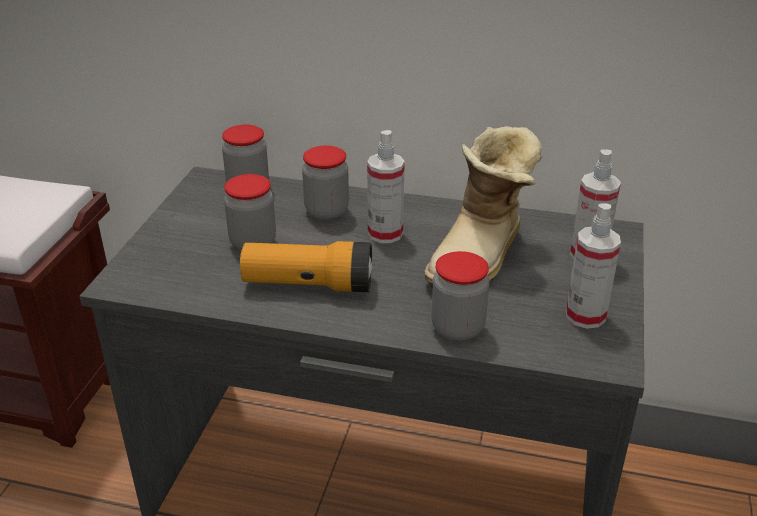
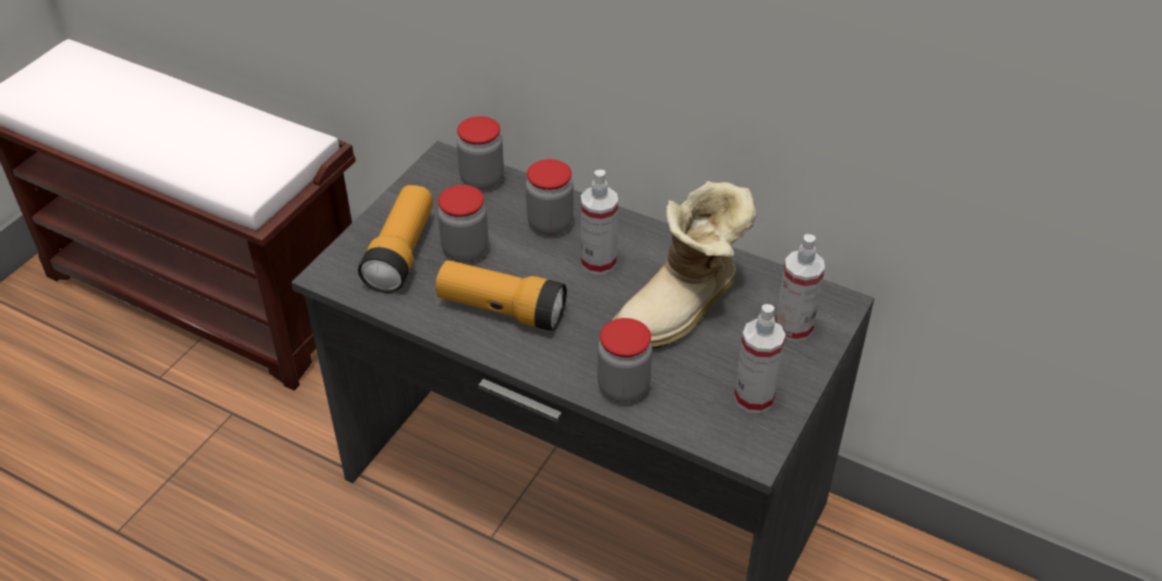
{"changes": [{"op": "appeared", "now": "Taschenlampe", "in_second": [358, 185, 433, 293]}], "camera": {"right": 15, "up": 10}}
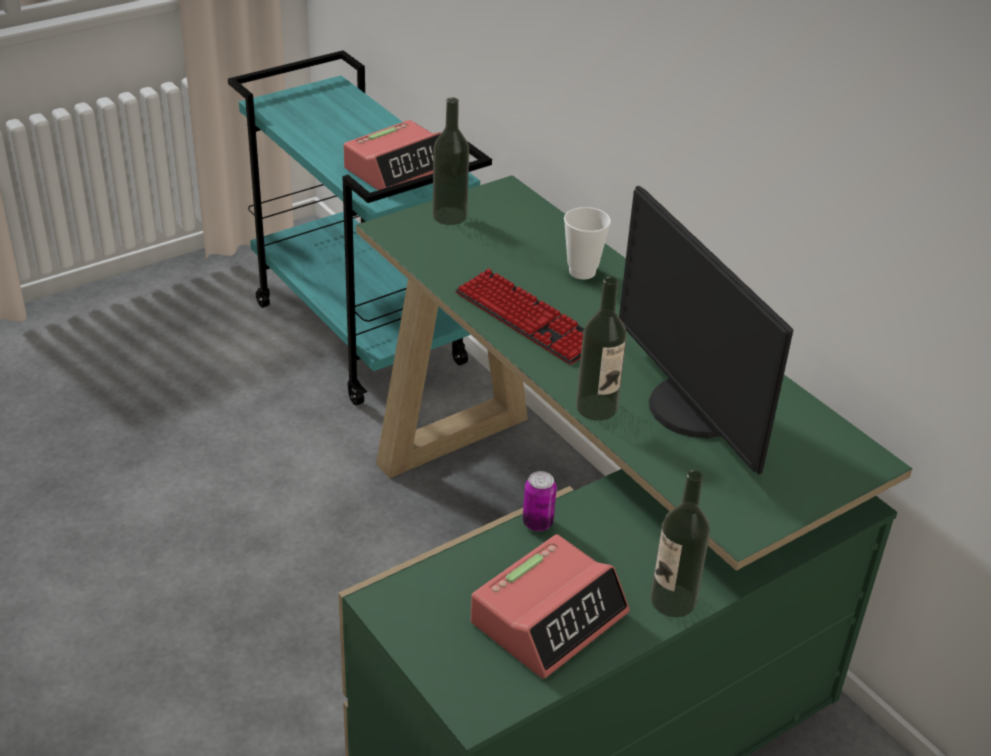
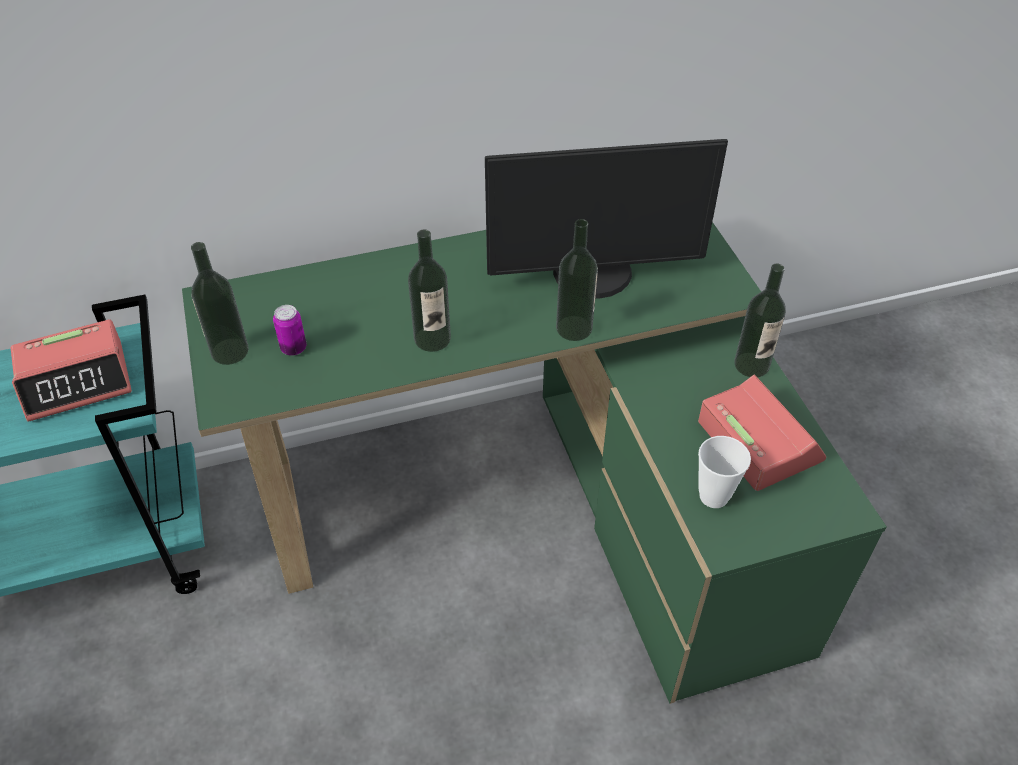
{"changes": [{"op": "spun", "was": "Wecker", "in_first": [343, 120, 441, 190], "in_second": [11, 320, 132, 422], "clockwise": 90}, {"op": "exchanged", "was": "Tastatur", "now": "Flasche", "in_first": [455, 268, 584, 364], "in_second": [408, 229, 451, 352]}, {"op": "relocated", "was": "Dose", "in_first": [523, 471, 557, 531], "in_second": [273, 305, 306, 356]}, {"op": "relocated", "was": "Tasse", "in_first": [564, 207, 611, 280], "in_second": [698, 436, 751, 508]}], "camera": {"right": -70, "up": 10}}
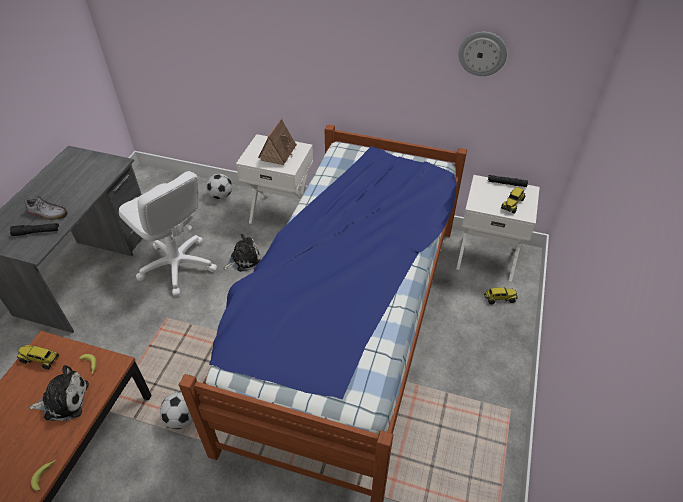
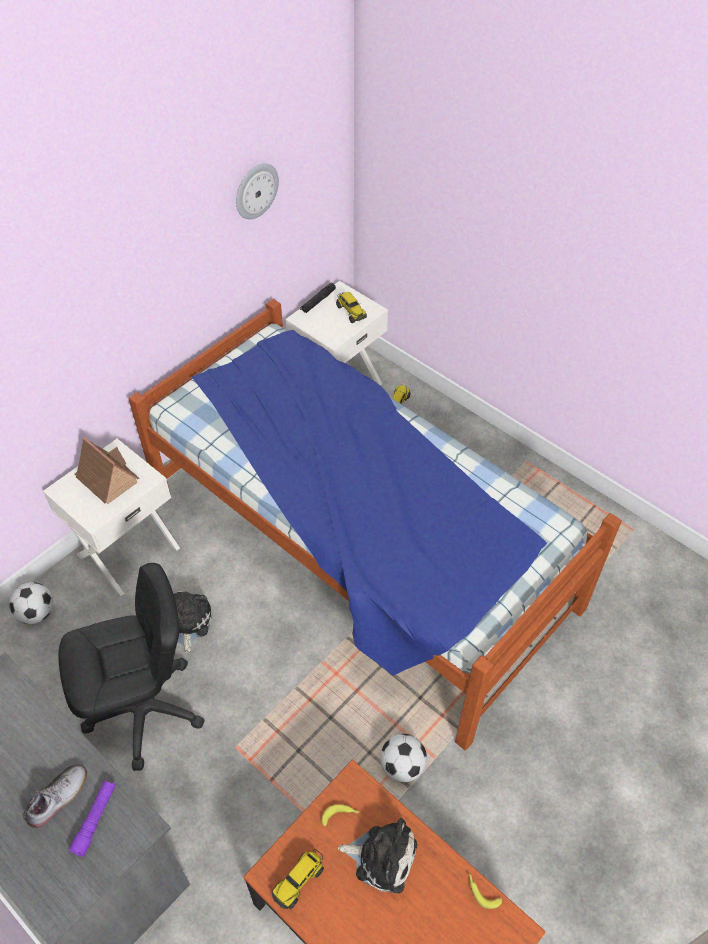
{"changes": [{"op": "colour", "was": "Taschenlampe/schwarz", "now": "Taschenlampe/lila", "in_first": [10, 223, 59, 236], "in_second": [69, 779, 116, 857]}, {"op": "spun", "was": "Plüschtier", "in_first": [28, 365, 89, 421], "in_second": [338, 818, 417, 893], "clockwise": 90}, {"op": "colour", "was": "Bürostuhl/weiß", "now": "Bürostuhl/schwarz", "in_first": [119, 171, 217, 296], "in_second": [58, 563, 205, 771]}], "camera": {"right": -65, "up": 5}}
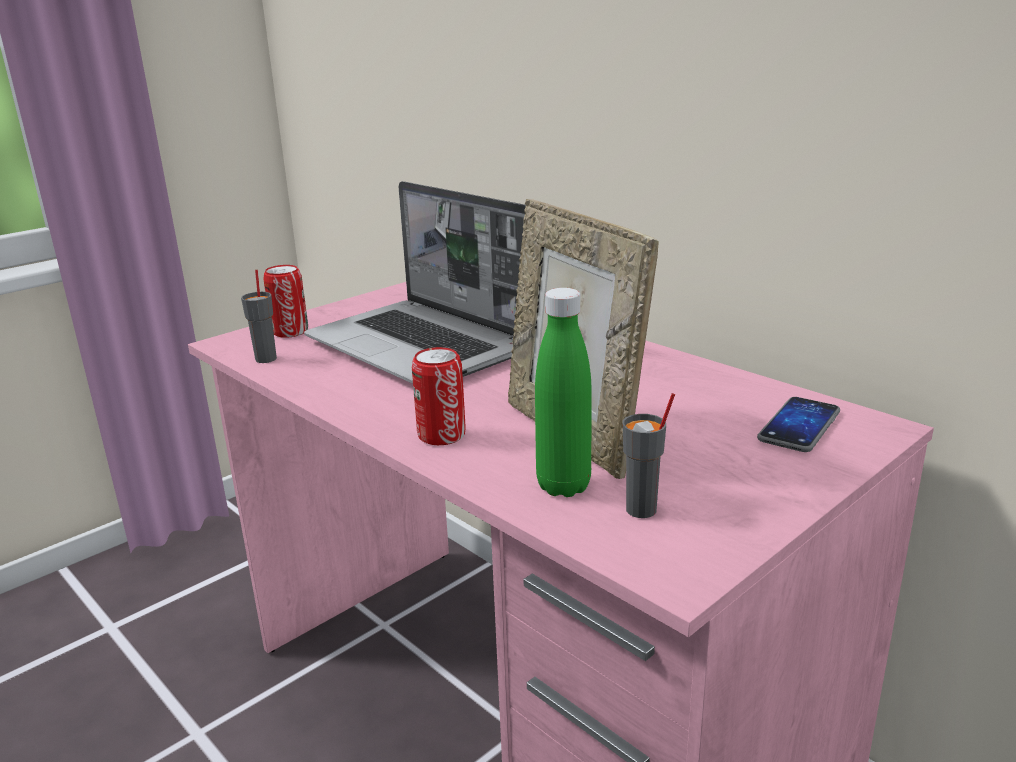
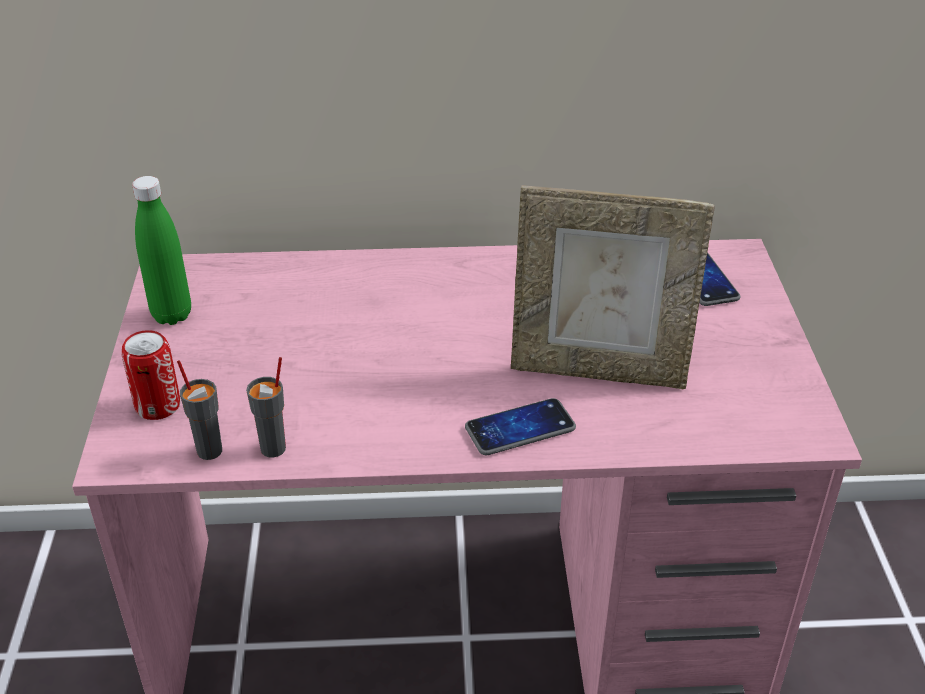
{"changes": [{"op": "missing", "was": "Laptop", "in_first": [304, 181, 526, 384]}, {"op": "exchanged", "was": "Dose", "now": "Handy", "in_first": [412, 347, 466, 445], "in_second": [465, 398, 576, 455]}, {"op": "relocated", "was": "Flasche/grün", "in_first": [535, 288, 592, 497], "in_second": [132, 176, 191, 325]}, {"op": "relocated", "was": "Tasse/grau", "in_first": [623, 393, 675, 518], "in_second": [246, 357, 286, 458]}], "camera": {"right": -50, "up": 15}}
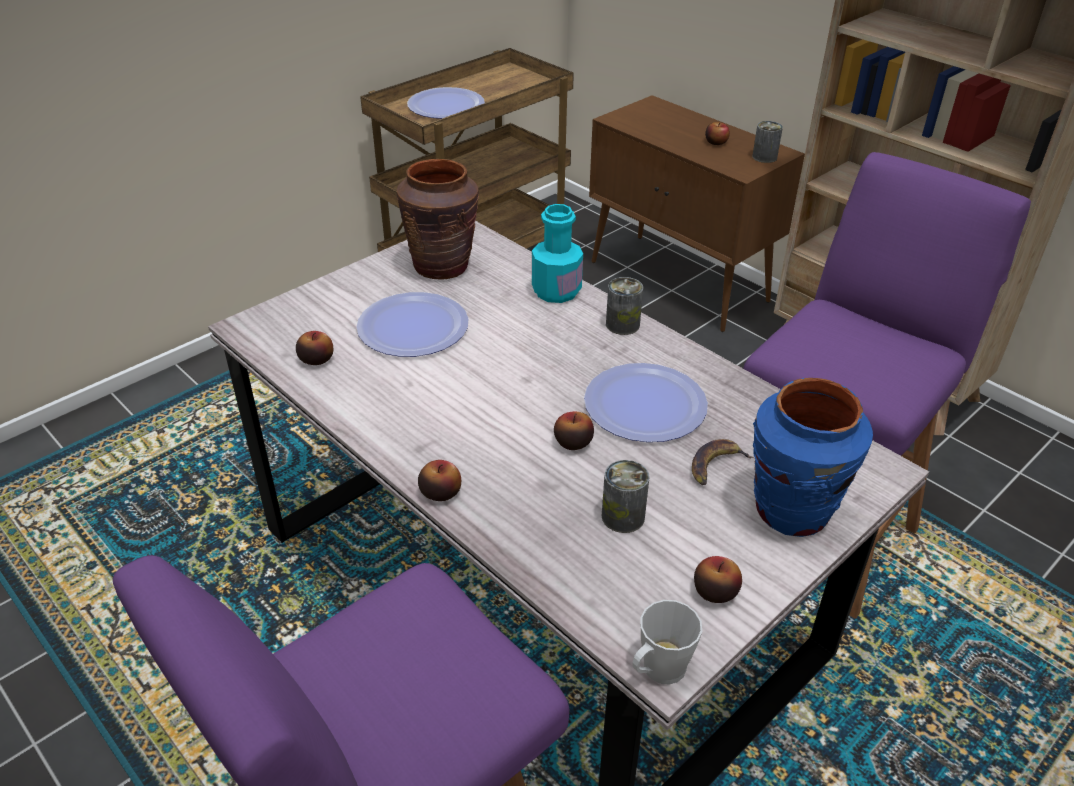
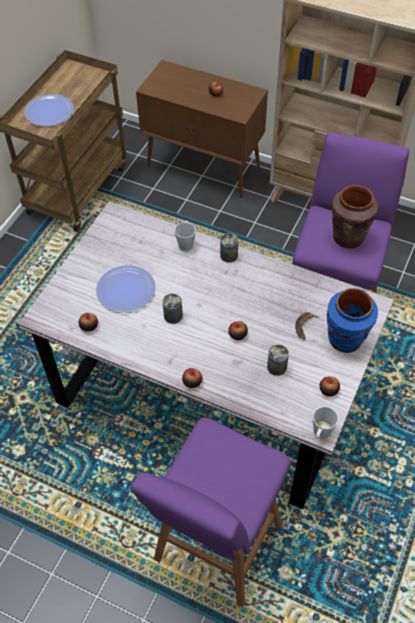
{"changes": [{"op": "relocated", "was": "Vase/braun", "in_first": [397, 159, 479, 280], "in_second": [332, 185, 378, 249]}, {"op": "exchanged", "was": "Flasche/türkis", "now": "Henkelbecher/grau", "in_first": [532, 204, 583, 303], "in_second": [175, 221, 196, 251]}, {"op": "missing", "was": "Teller", "in_first": [584, 363, 708, 442]}, {"op": "relocated", "was": "Dose", "in_first": [752, 121, 783, 163], "in_second": [162, 293, 183, 324]}], "camera": {"right": -20, "up": 15}}
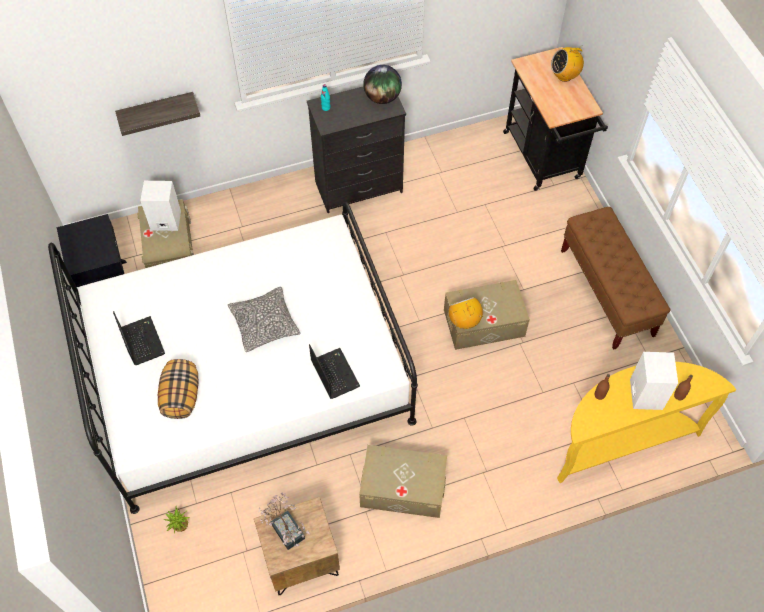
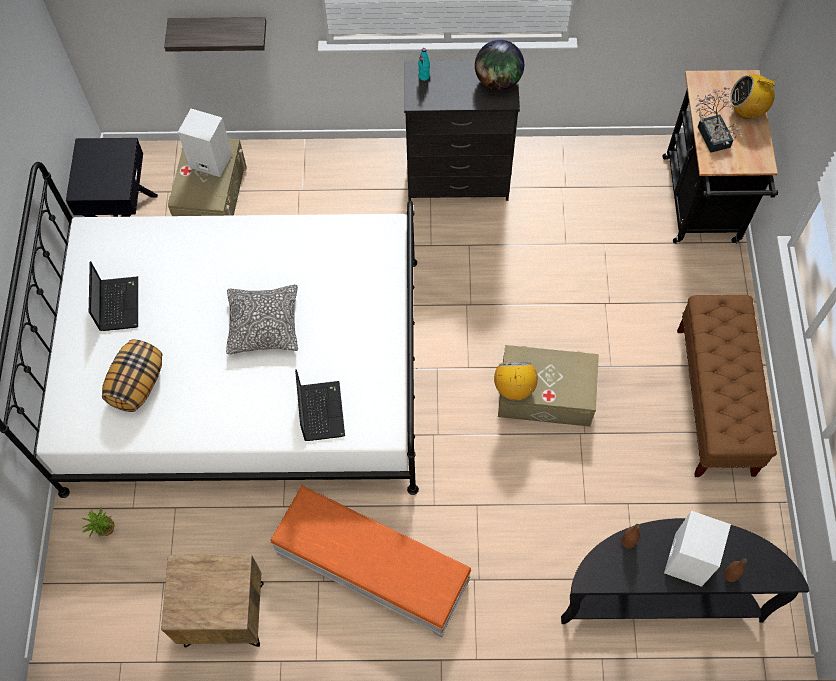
{"changes": [{"op": "relocated", "was": "Topfpflanze", "in_first": [258, 493, 310, 550], "in_second": [695, 87, 743, 153]}, {"op": "exchanged", "was": "Aufbewahrungsbox/beige", "now": "Polsterhocker/orange", "in_first": [359, 445, 447, 518], "in_second": [270, 486, 472, 638]}, {"op": "colour", "was": "Konsolentisch/gelb", "now": "Konsolentisch/schwarz", "in_first": [557, 362, 736, 483], "in_second": [561, 518, 809, 624]}], "camera": {"right": 20, "up": 5}}
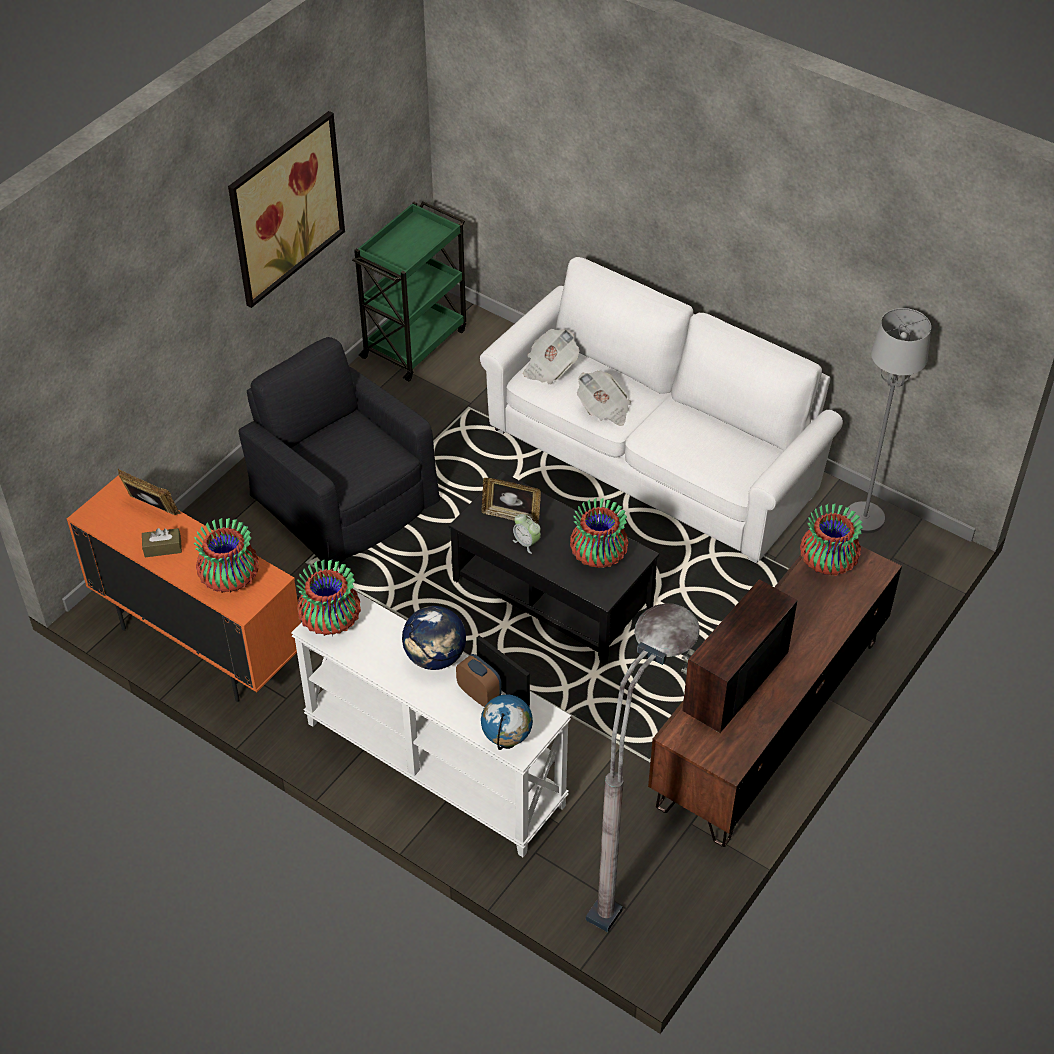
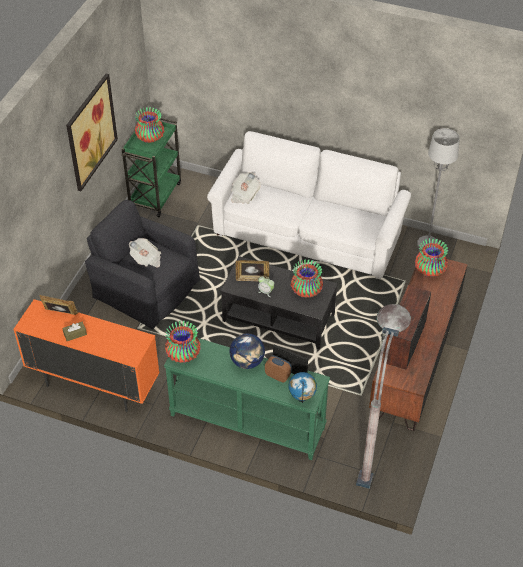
{"changes": [{"op": "relocated", "was": "Vase", "in_first": [194, 518, 259, 593], "in_second": [135, 107, 164, 143]}, {"op": "colour", "was": "Konsolentisch/weiß", "now": "Konsolentisch/grün", "in_first": [291, 592, 571, 857], "in_second": [164, 338, 330, 460]}, {"op": "relocated", "was": "Zeitung", "in_first": [577, 371, 631, 426], "in_second": [129, 238, 161, 267]}], "camera": {"right": -15, "up": 0}}
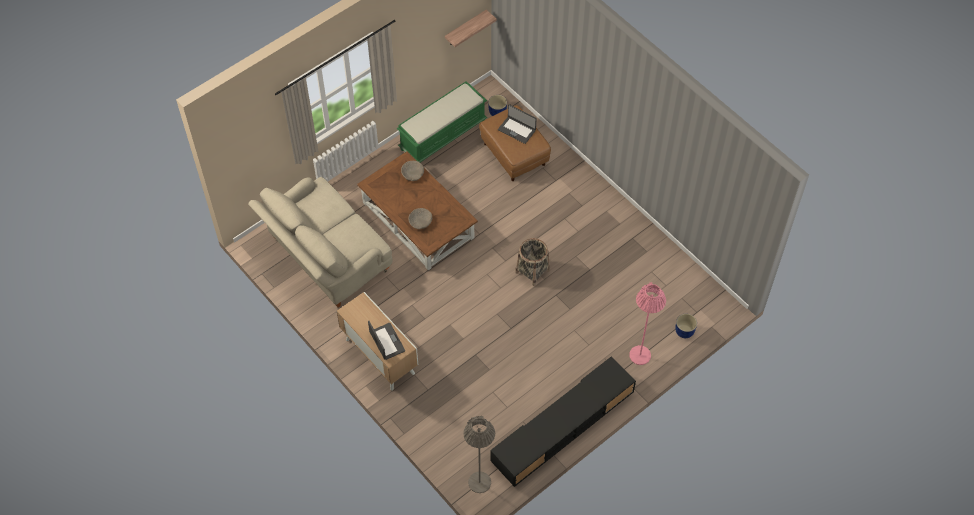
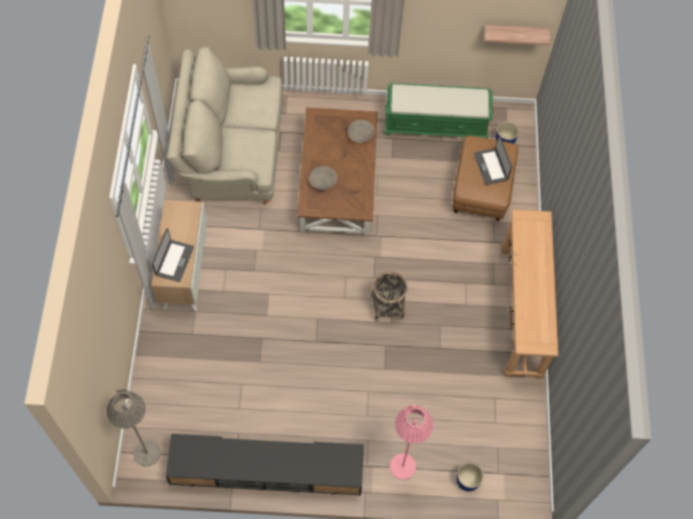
{"changes": [{"op": "appeared", "now": "Konsolentisch/braun", "in_second": [502, 209, 559, 379]}], "camera": {"right": 40, "up": 5}}
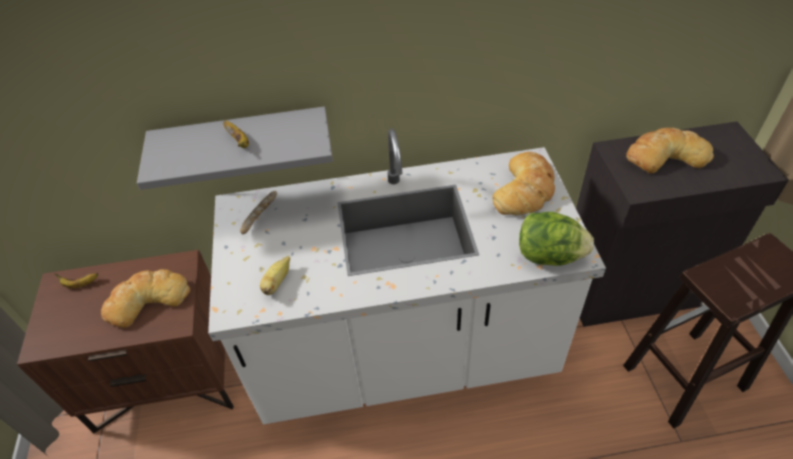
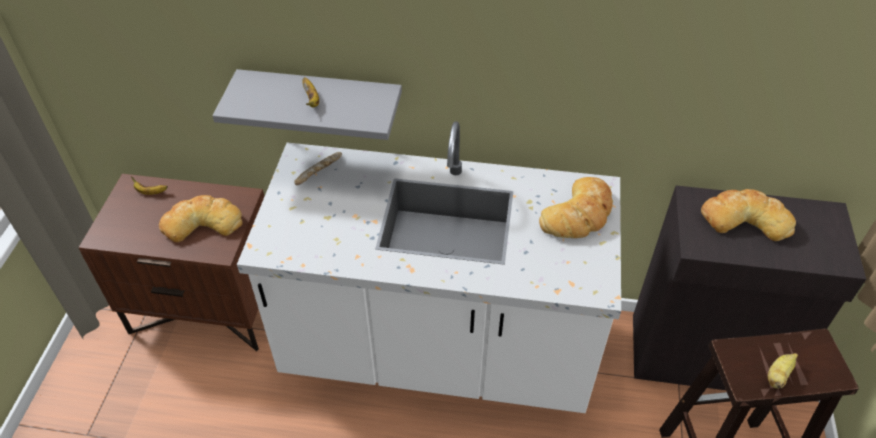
{"changes": [{"op": "relocated", "was": "Banane", "in_first": [260, 257, 290, 295], "in_second": [768, 353, 798, 389]}, {"op": "missing", "was": "Salatkopf", "in_first": [519, 212, 594, 266]}], "camera": {"right": 15, "up": 0}}
